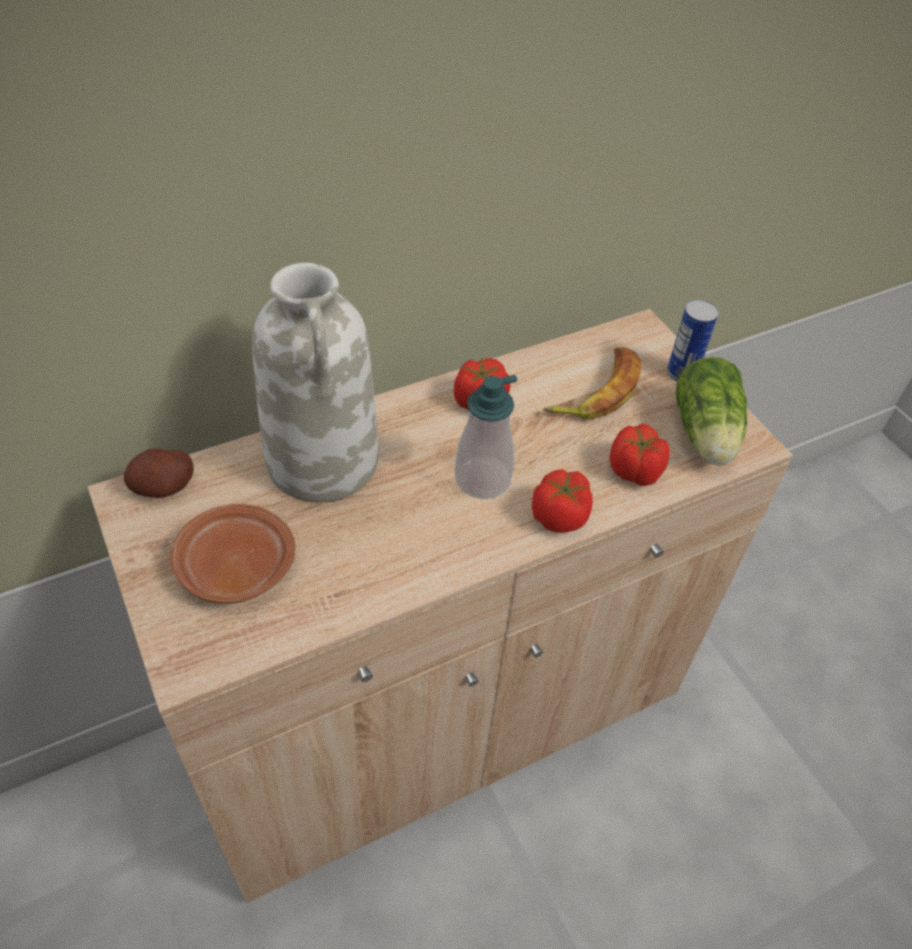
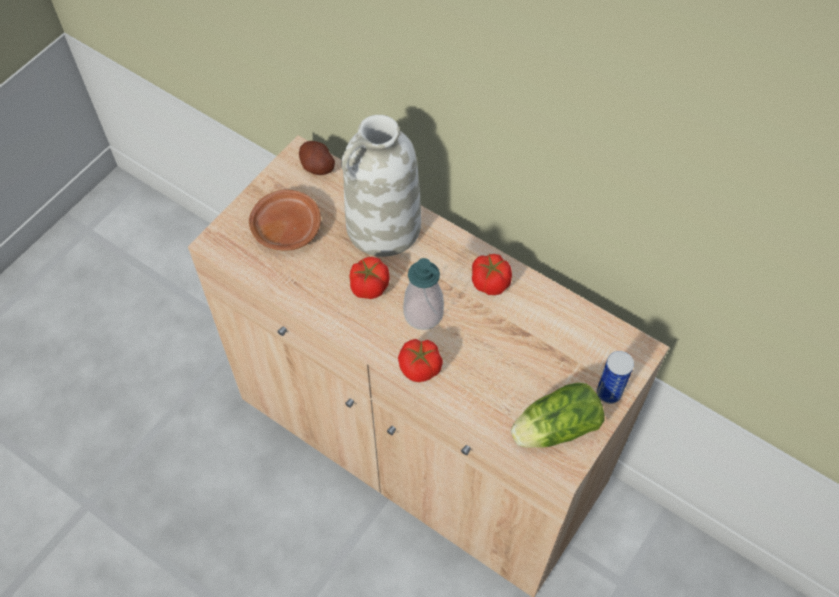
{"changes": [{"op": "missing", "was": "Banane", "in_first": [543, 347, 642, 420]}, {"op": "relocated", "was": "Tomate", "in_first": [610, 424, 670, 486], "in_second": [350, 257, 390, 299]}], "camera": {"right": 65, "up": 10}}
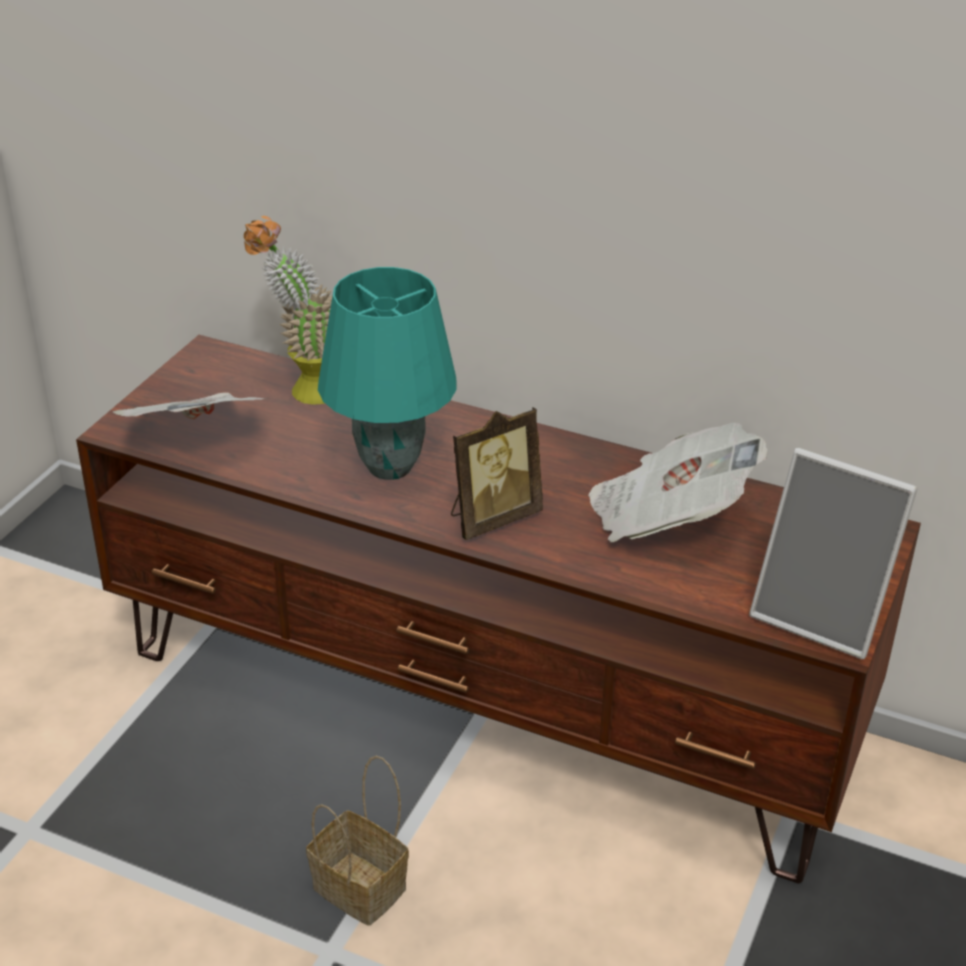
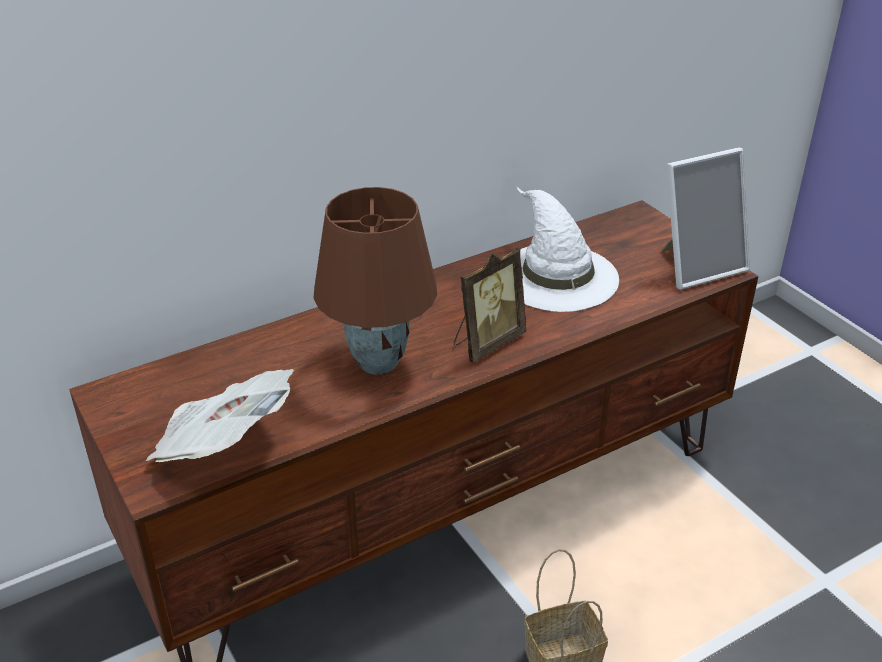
{"changes": [{"op": "missing", "was": "Topfpflanze", "in_first": [244, 216, 333, 405]}, {"op": "colour", "was": "Tischlampe/türkis", "now": "Tischlampe/braun", "in_first": [318, 267, 457, 480], "in_second": [313, 187, 437, 375]}, {"op": "spun", "was": "Bilderrahmen", "in_first": [451, 407, 543, 540], "in_second": [454, 248, 526, 363], "clockwise": 45}, {"op": "exchanged", "was": "Zeitung", "now": "Hut/weiß", "in_first": [588, 423, 767, 542], "in_second": [517, 187, 619, 312]}], "camera": {"right": -55, "up": 0}}
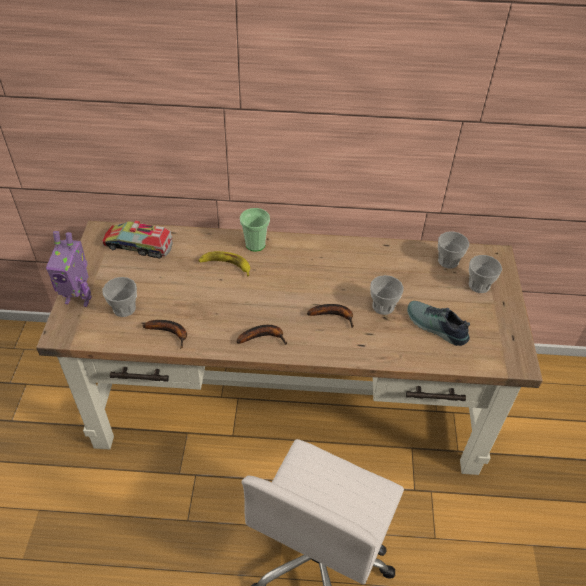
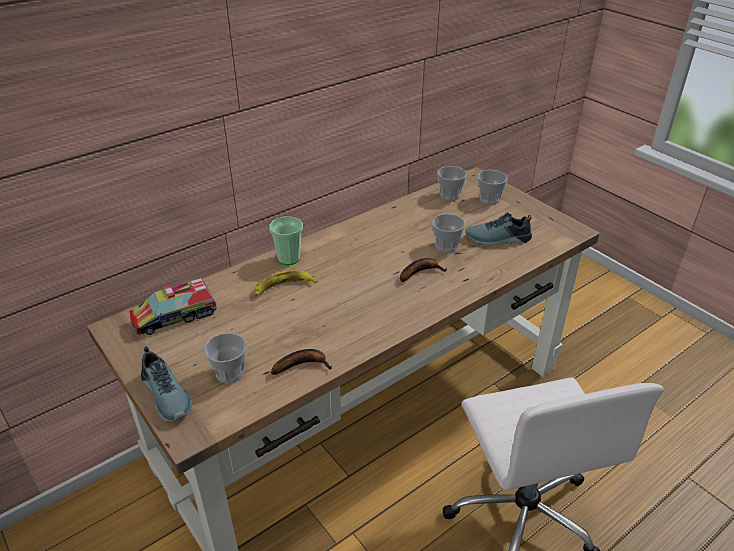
{"changes": [{"op": "exchanged", "was": "Spielzeugroboter", "now": "Schuh", "in_first": [46, 231, 92, 307], "in_second": [141, 346, 192, 422]}, {"op": "missing", "was": "Banane", "in_first": [237, 325, 287, 345]}], "camera": {"right": -40, "up": -10}}
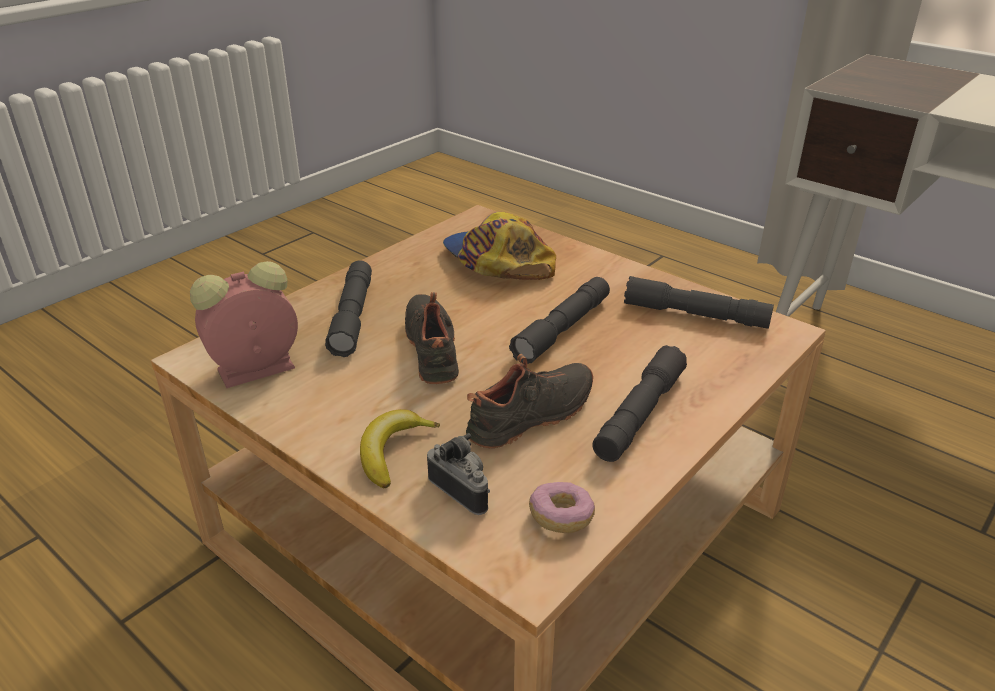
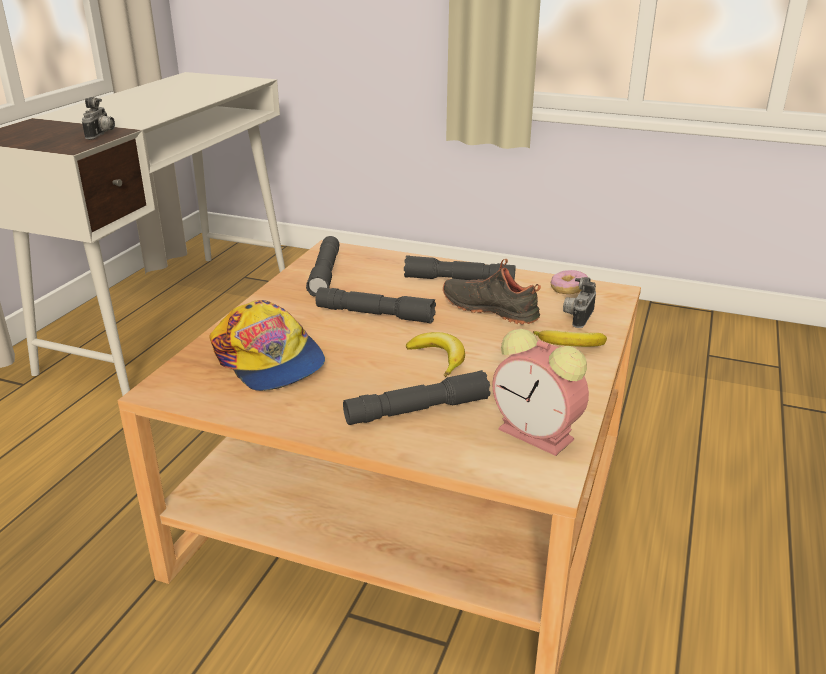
{"changes": [{"op": "exchanged", "was": "Schuh/schwarz", "now": "Banane", "in_first": [405, 292, 459, 384], "in_second": [406, 332, 465, 377]}, {"op": "spun", "was": "Kappe", "in_first": [443, 212, 556, 280], "in_second": [209, 300, 325, 391], "clockwise": -75}, {"op": "appeared", "now": "Kamera", "in_second": [82, 97, 115, 140]}], "camera": {"right": -110, "up": -5}}
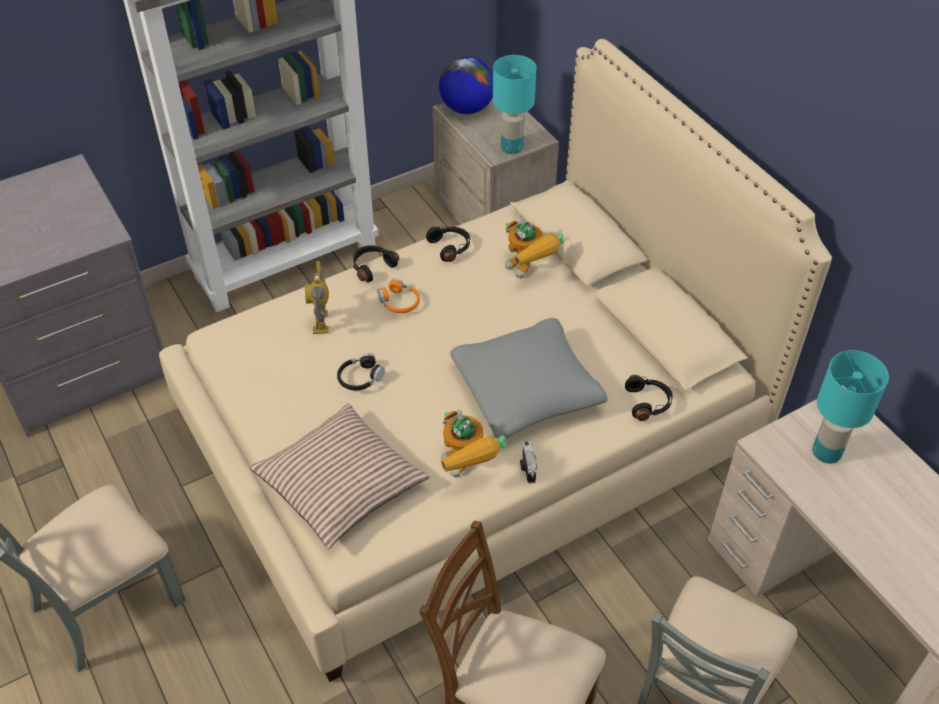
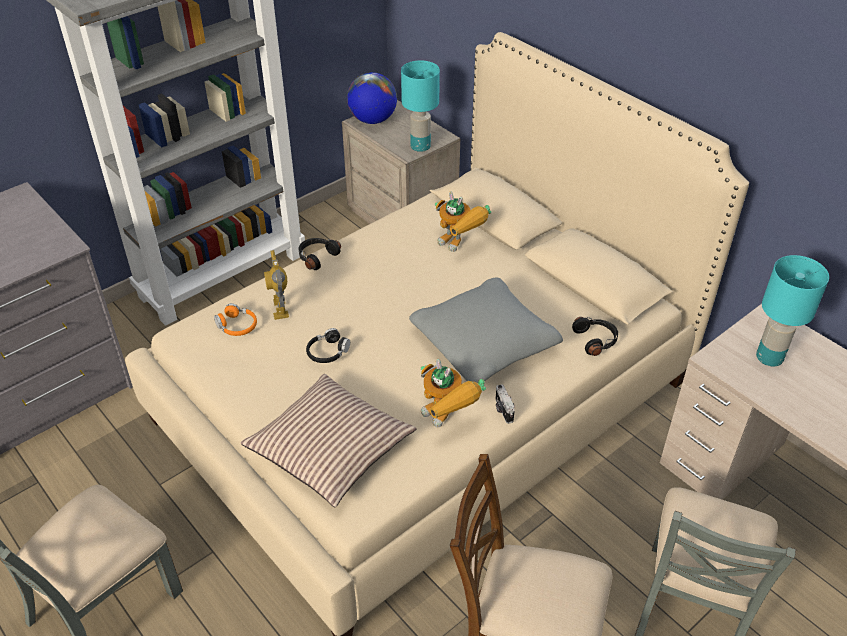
{"changes": [{"op": "relocated", "was": "Kopfhörer/orange", "in_first": [377, 278, 420, 313], "in_second": [214, 303, 257, 336]}, {"op": "missing", "was": "Kopfhörer/schwarz", "in_first": [426, 226, 470, 262]}], "camera": {"right": -10, "up": -5}}
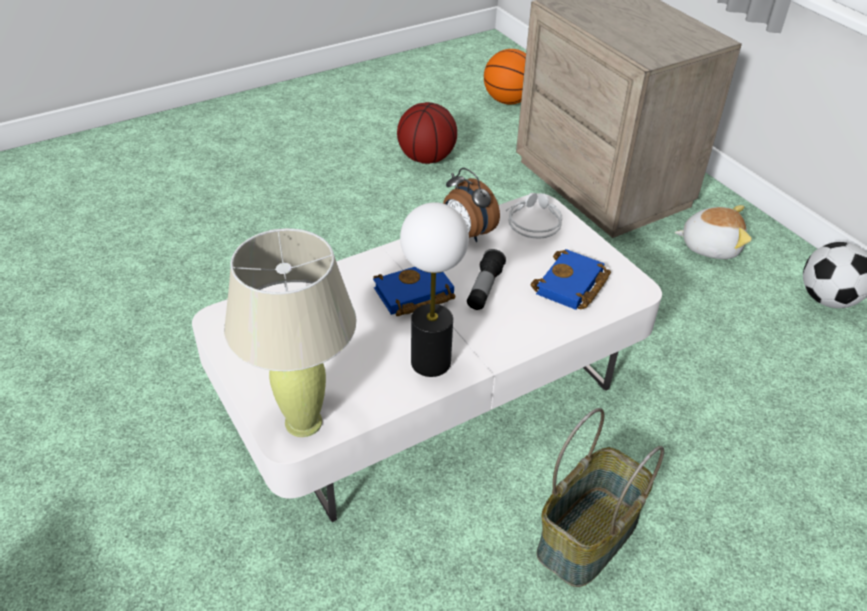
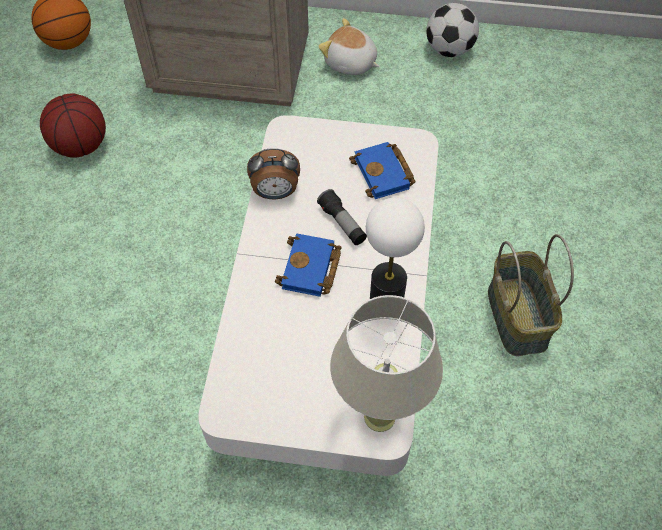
{"changes": [{"op": "missing", "was": "Kopfhörer/grau", "in_first": [506, 193, 562, 239]}, {"op": "spun", "was": "Plüschtier", "in_first": [674, 205, 752, 259], "in_second": [318, 18, 380, 75], "clockwise": -105}], "camera": {"right": -50, "up": 15}}
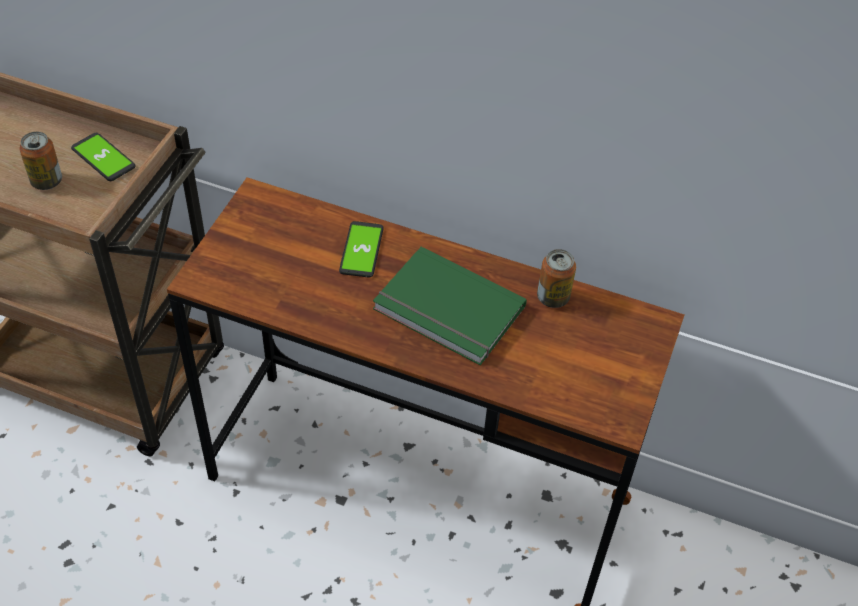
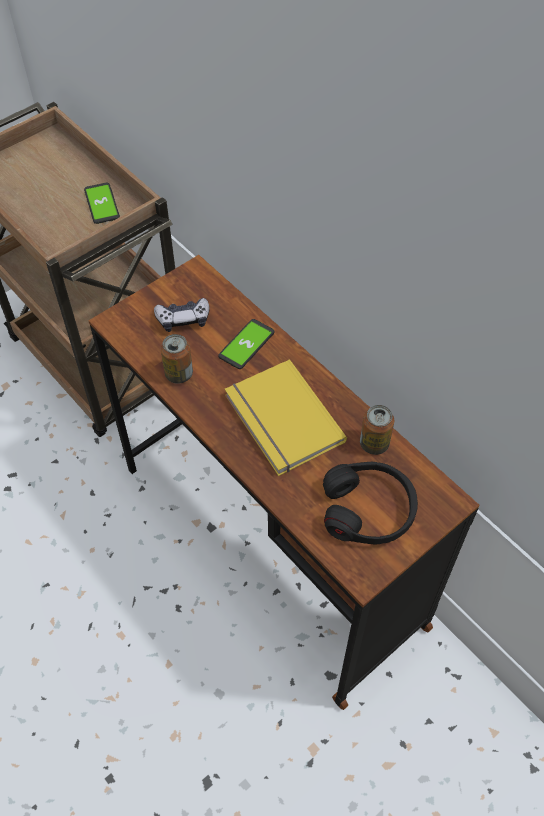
{"changes": [{"op": "relocated", "was": "Dose", "in_first": [19, 132, 62, 190], "in_second": [161, 334, 193, 384]}, {"op": "colour", "was": "Buch/grün", "now": "Buch/gelb", "in_first": [373, 247, 527, 365], "in_second": [225, 359, 347, 476]}, {"op": "appeared", "now": "Gamepad", "in_second": [154, 298, 210, 332]}, {"op": "appeared", "now": "Kopfhörer/schwarz", "in_second": [323, 462, 418, 544]}], "camera": {"right": 30, "up": 5}}
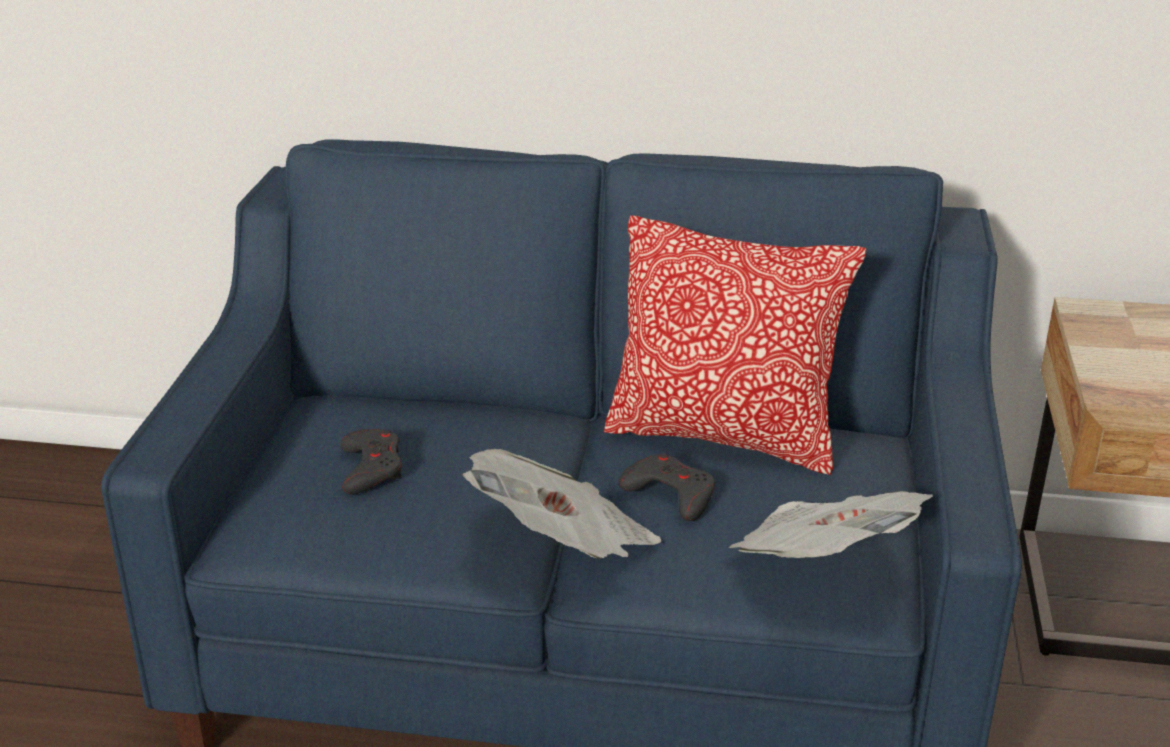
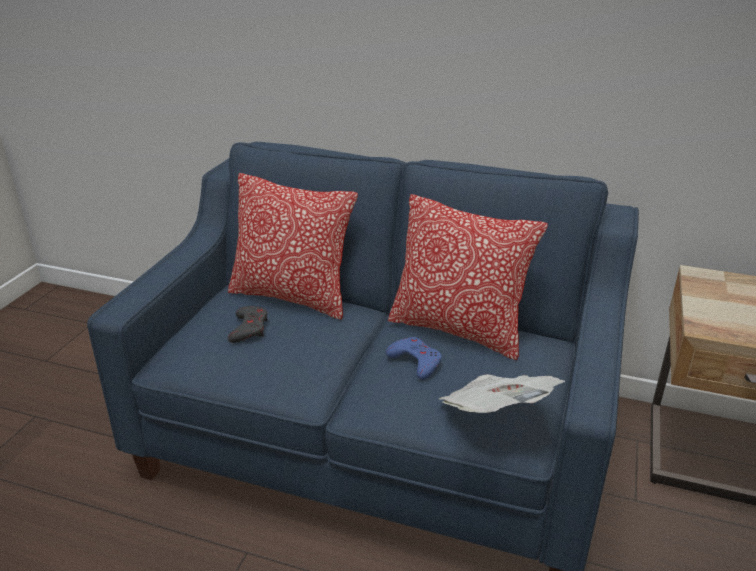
{"changes": [{"op": "missing", "was": "Zeitung", "in_first": [463, 449, 661, 559]}, {"op": "colour", "was": "Gamepad/grau", "now": "Gamepad/blau", "in_first": [619, 453, 715, 521], "in_second": [386, 337, 442, 380]}, {"op": "appeared", "now": "Kissen", "in_second": [228, 173, 358, 320]}], "camera": {"right": 10, "up": 0}}
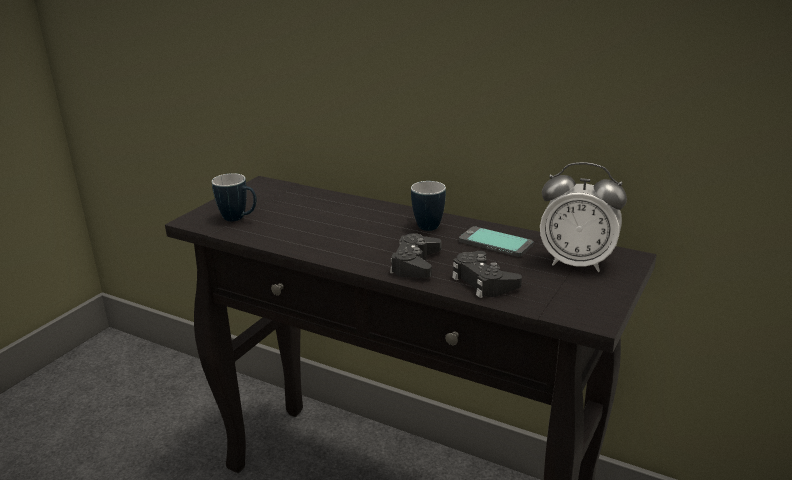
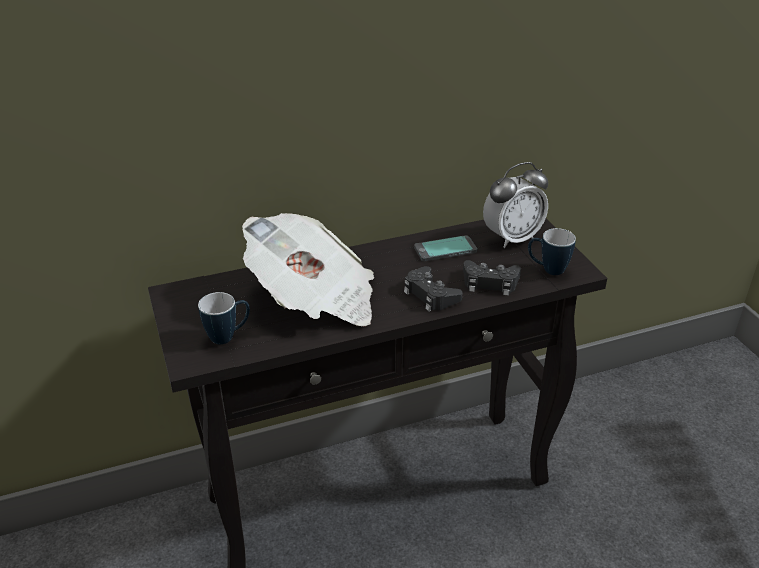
{"changes": [{"op": "relocated", "was": "Henkelbecher", "in_first": [411, 181, 446, 231], "in_second": [528, 228, 576, 275]}, {"op": "appeared", "now": "Zeitung", "in_second": [242, 213, 374, 326]}], "camera": {"right": -50, "up": 10}}
